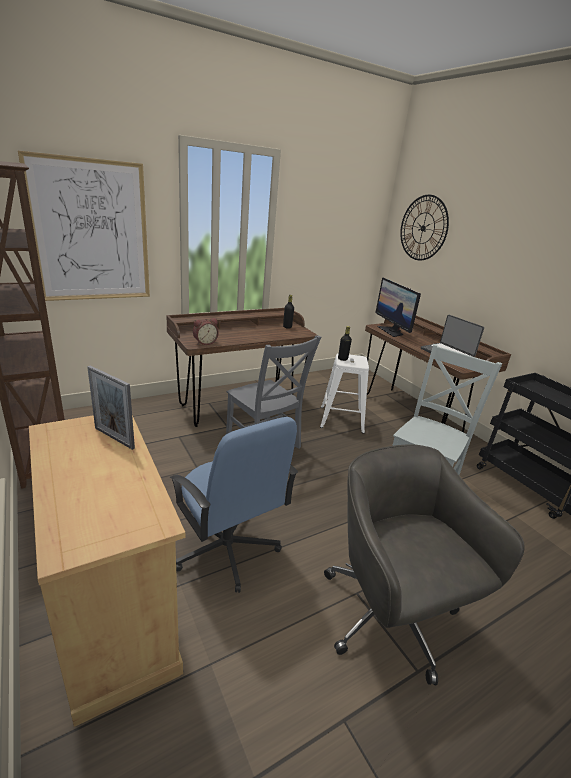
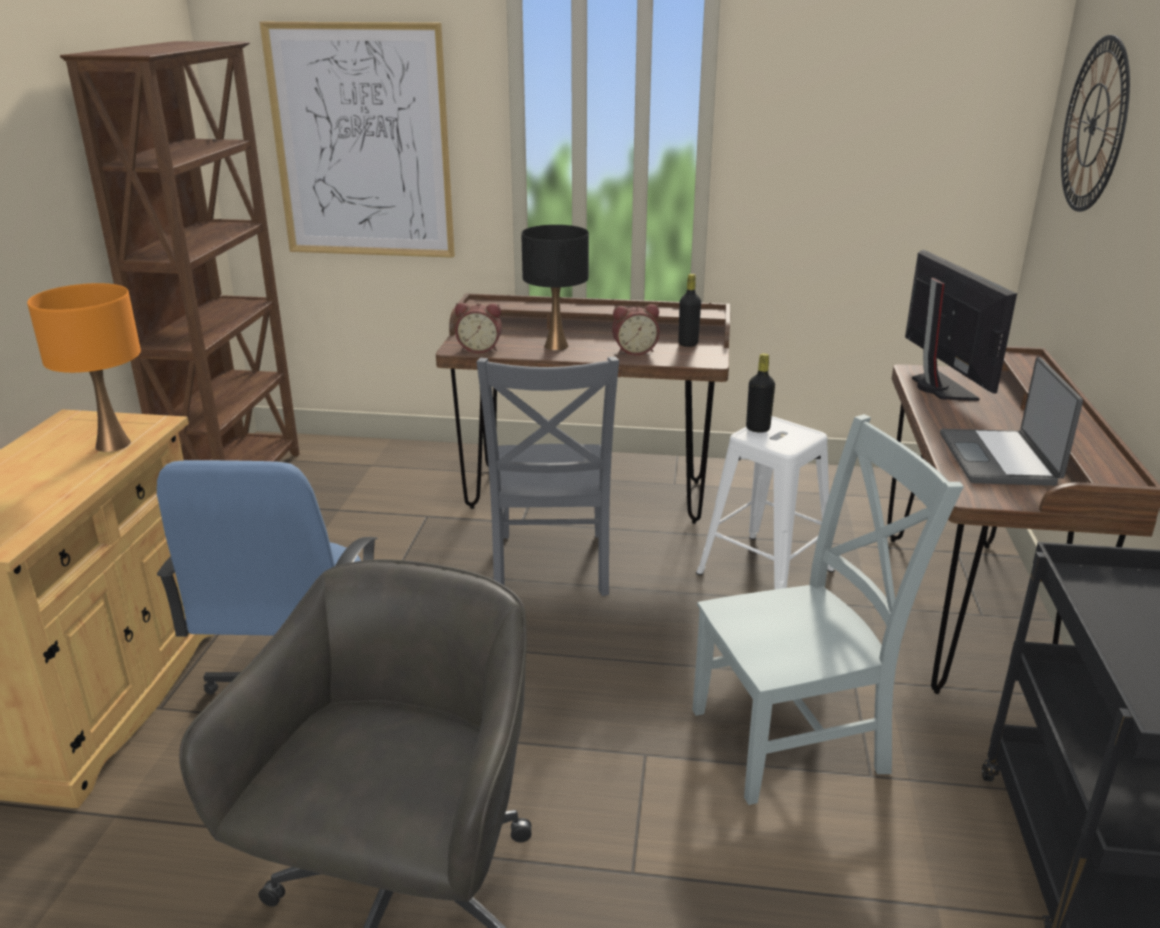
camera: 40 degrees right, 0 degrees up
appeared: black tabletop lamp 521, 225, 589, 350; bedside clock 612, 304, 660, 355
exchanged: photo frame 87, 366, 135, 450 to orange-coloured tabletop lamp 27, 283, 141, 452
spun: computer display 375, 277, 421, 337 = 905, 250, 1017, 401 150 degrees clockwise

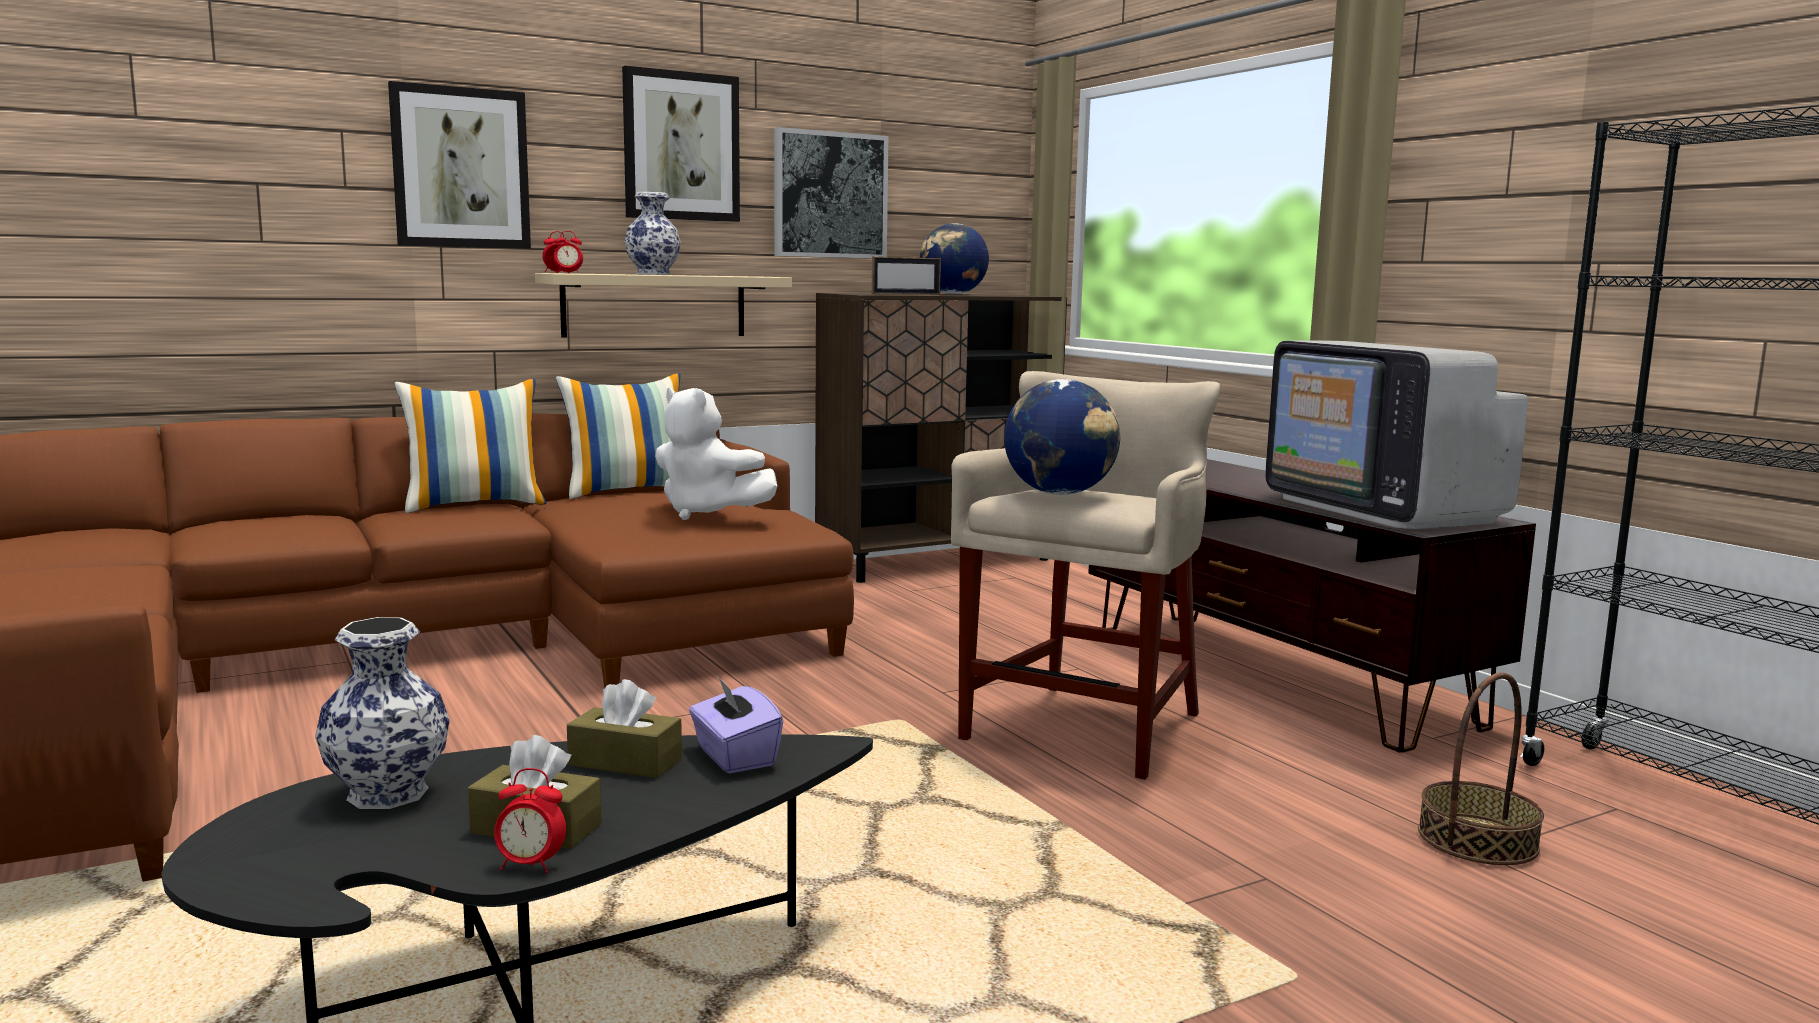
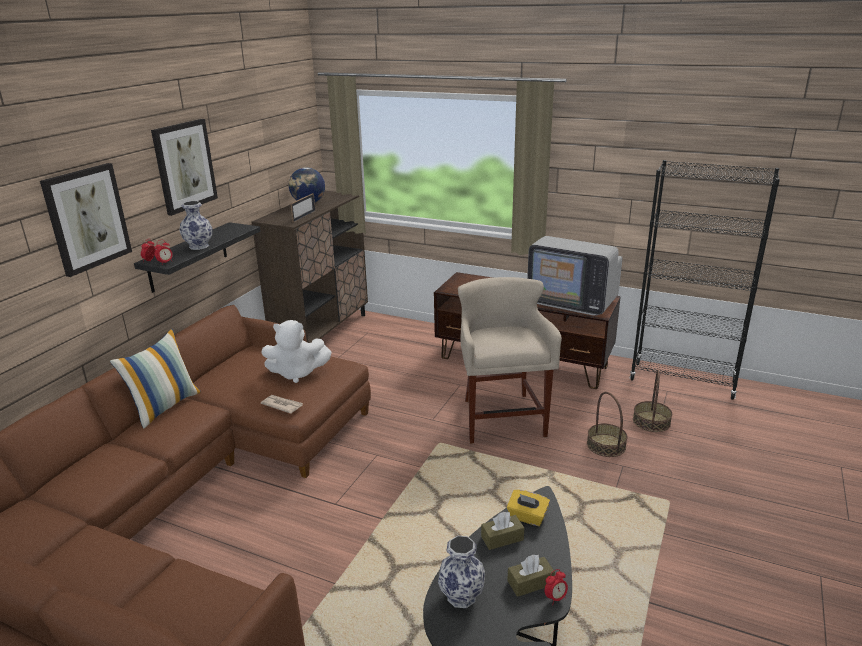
camera: 35 degrees left, 15 degrees up
missing: pillow 556, 373, 680, 499; wall picture 774, 127, 889, 258; globe 1004, 379, 1120, 495
appeared: newspaper 261, 395, 303, 414; household basket 587, 392, 628, 457
colour: beige shelf 535, 273, 792, 337 to black shelf 134, 222, 261, 293; purple tissue box 689, 676, 783, 774 to yellow-coloured tissue box 507, 490, 550, 526

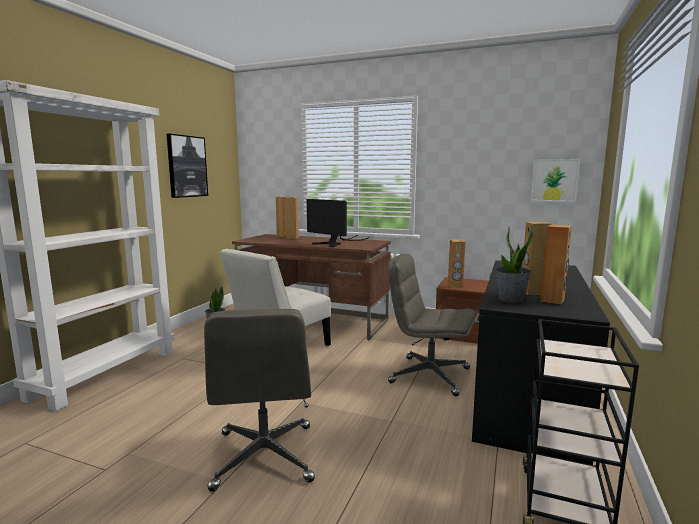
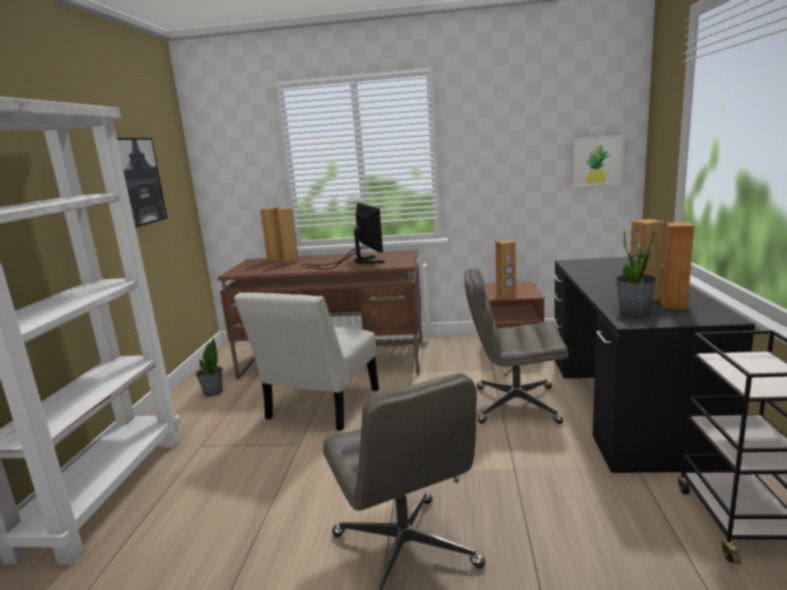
camera: 15 degrees left, 5 degrees up
spun: computer display 307, 199, 370, 247 = 301, 203, 385, 269 135 degrees counterclockwise

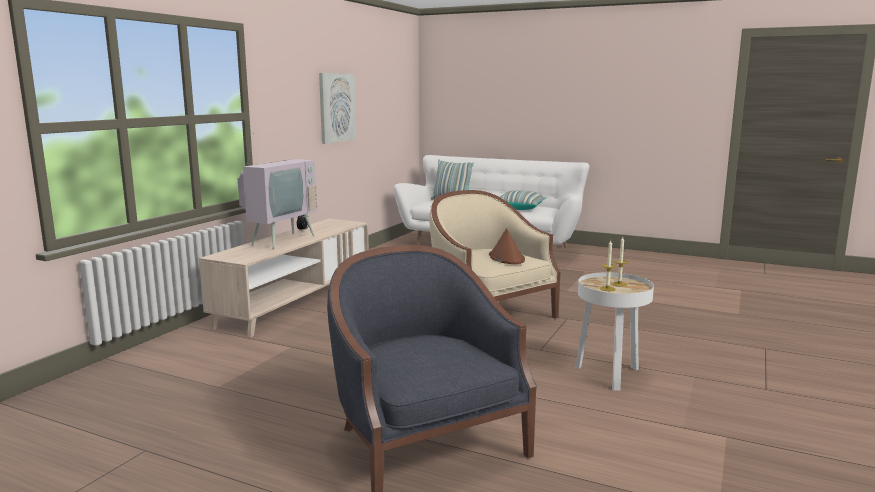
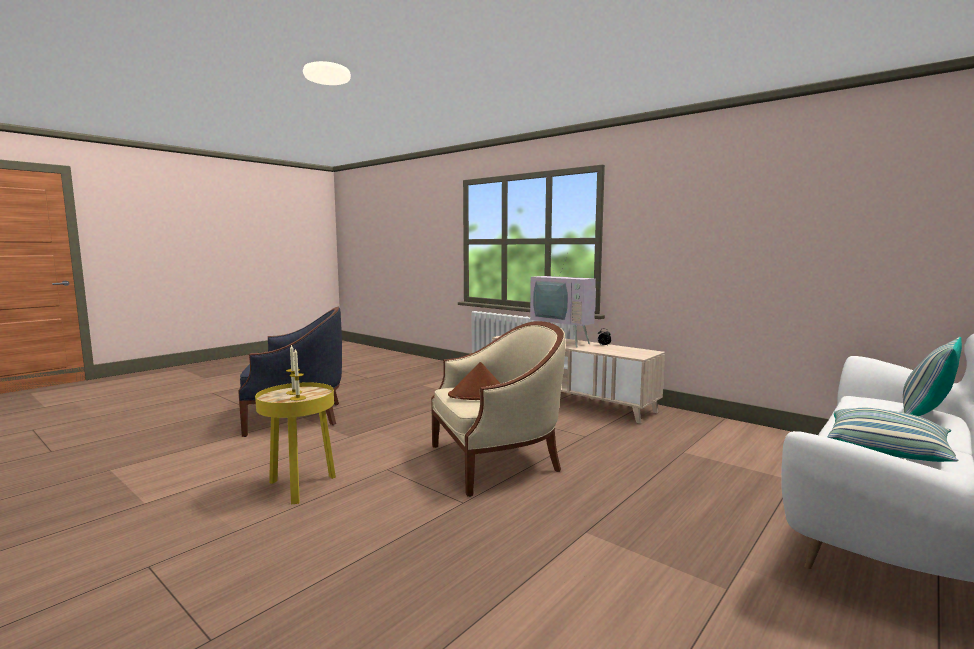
camera: 105 degrees right, 5 degrees down
missing: wall picture 319, 73, 356, 144
colour: white side table 575, 272, 654, 391 to yellow-coloured side table 255, 382, 336, 504

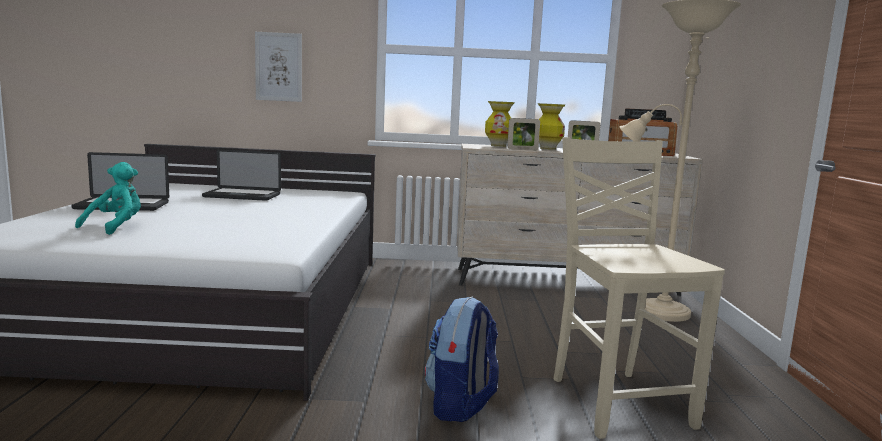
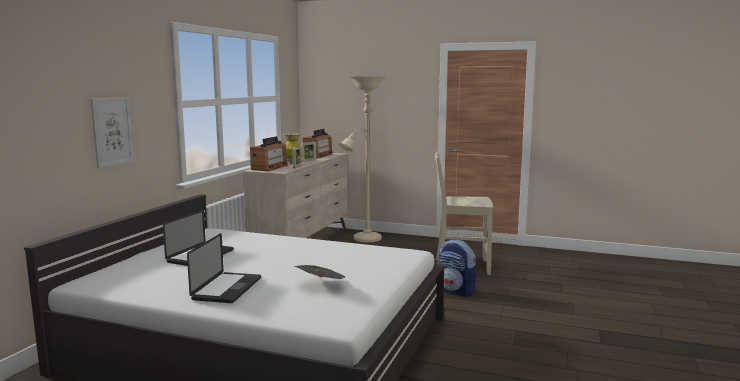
camera: 70 degrees left, 0 degrees up
exchanged: decorative vase 485, 101, 515, 147 to radio receiver 250, 136, 288, 171; blue-green plush toy 75, 162, 141, 235 to newspaper 294, 265, 345, 279

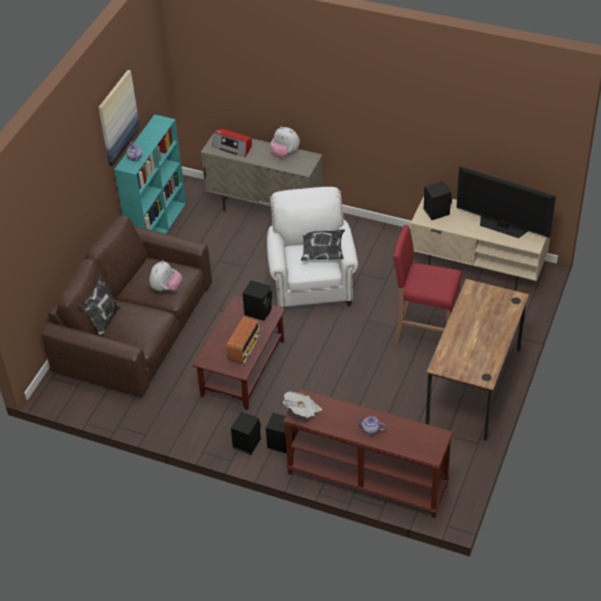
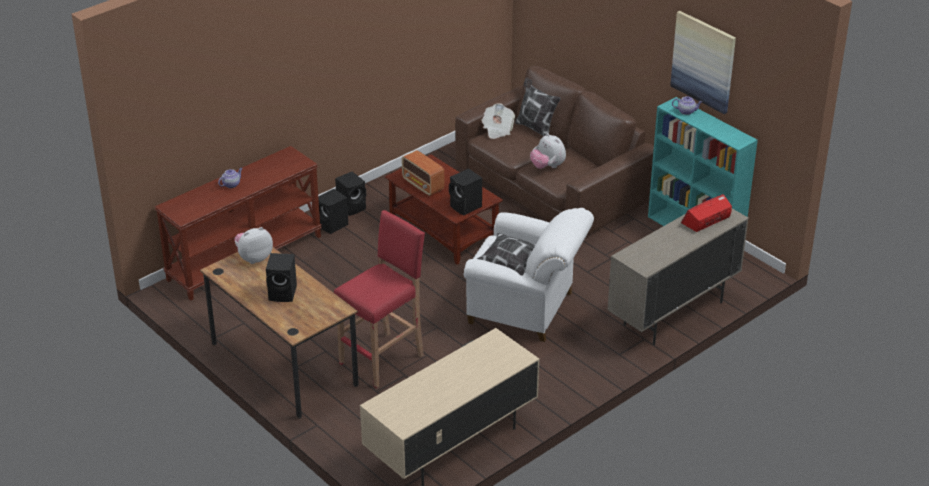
camera: 115 degrees right, 10 degrees down
missing: television 456, 166, 556, 238
relocated: plush toy 270, 127, 300, 158 to 234, 227, 273, 264; black loudspeaker 424, 181, 452, 220 to 266, 253, 297, 302; newspaper 283, 391, 322, 418 to 481, 103, 515, 139

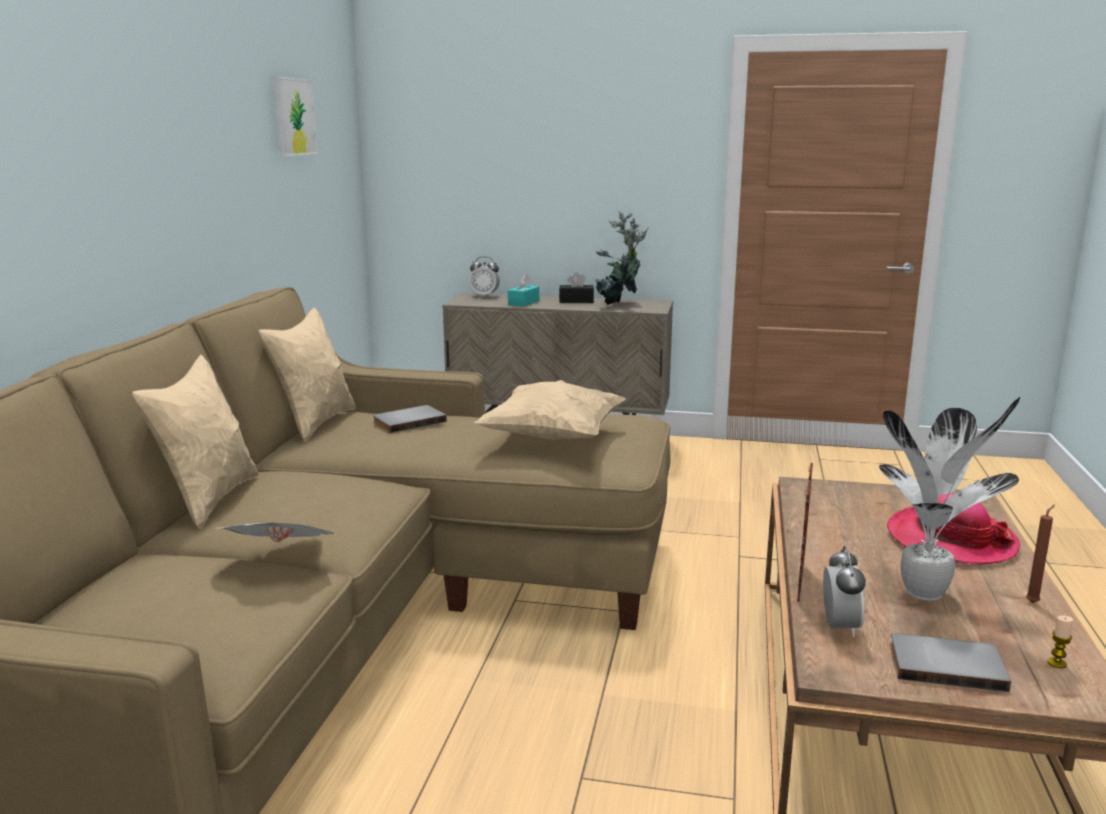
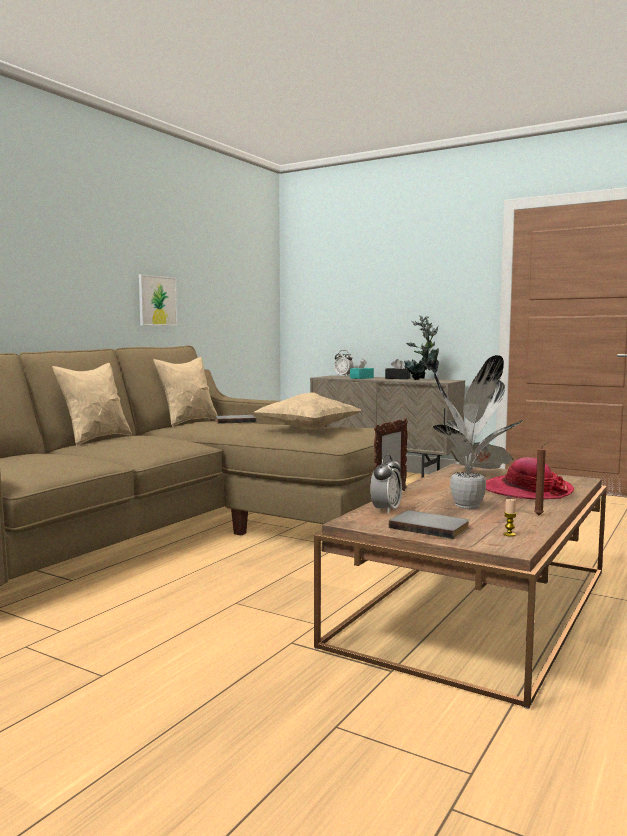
camera: 20 degrees right, 10 degrees down
relocated: wall picture 273, 76, 318, 157 to 139, 274, 178, 326; newspaper 216, 523, 335, 542 to 448, 442, 514, 469

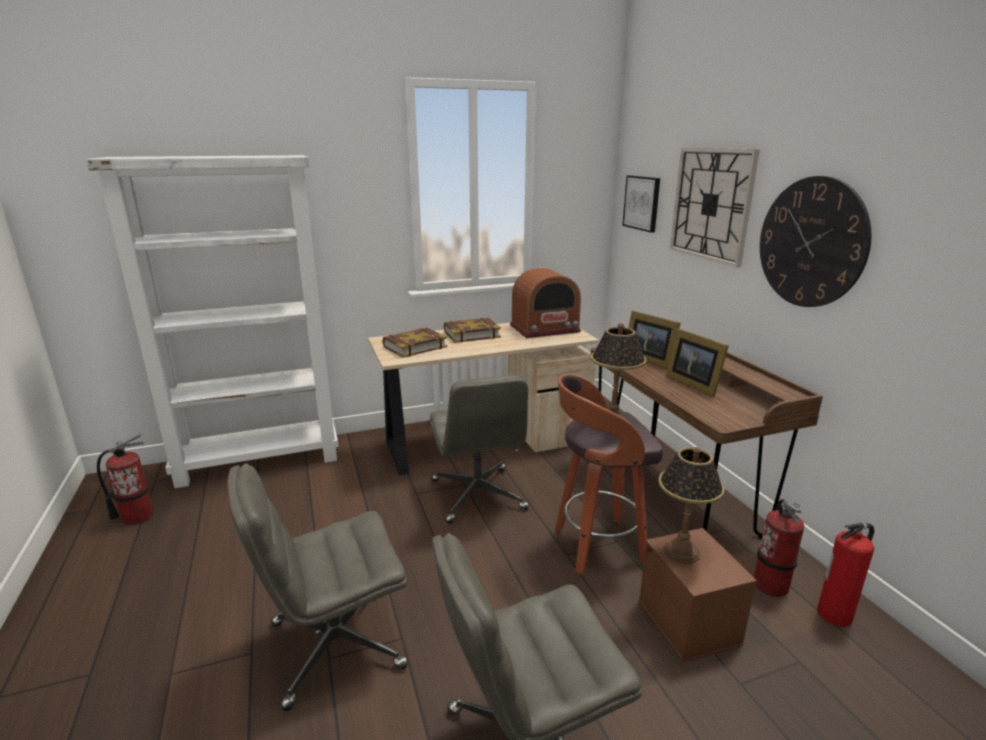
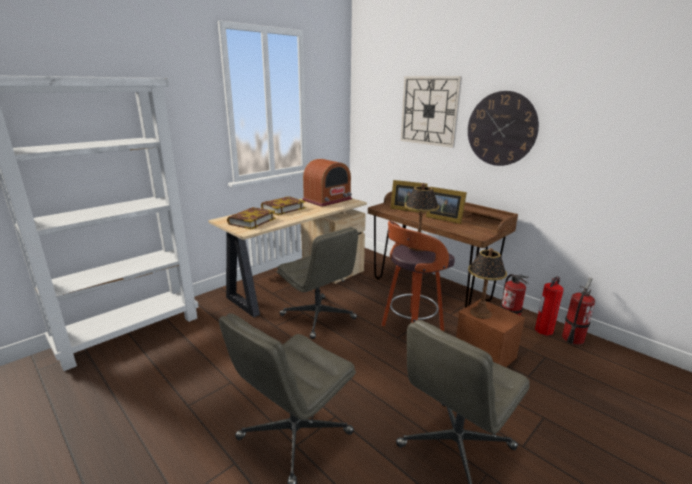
camera: 25 degrees left, 0 degrees up
missing: wall picture 622, 175, 660, 233
relocated: extinguisher 97, 434, 154, 525 to 562, 278, 595, 345

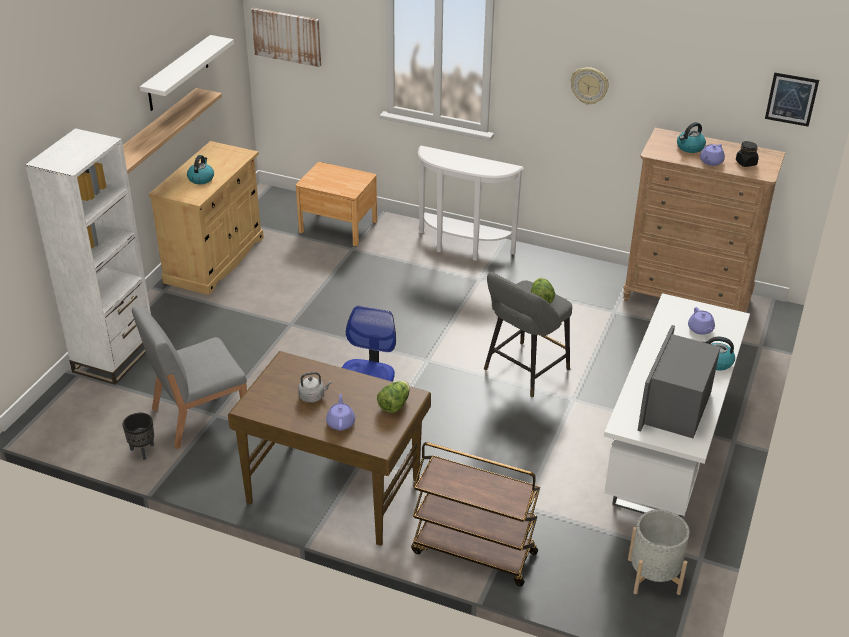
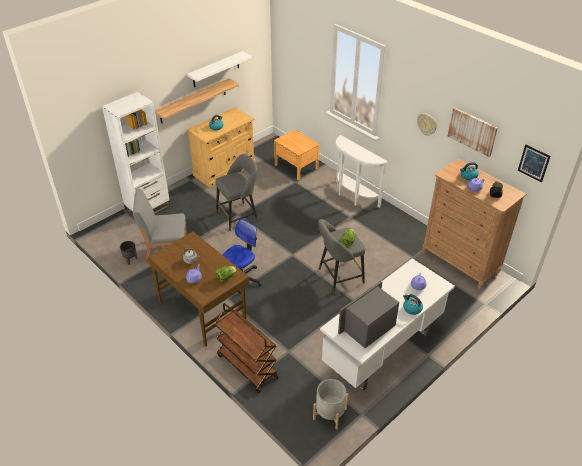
camera: 25 degrees right, 5 degrees up
appeared: grey sitting stool 216, 154, 258, 231
relocated: wall picture 251, 8, 321, 67 to 447, 107, 498, 157

